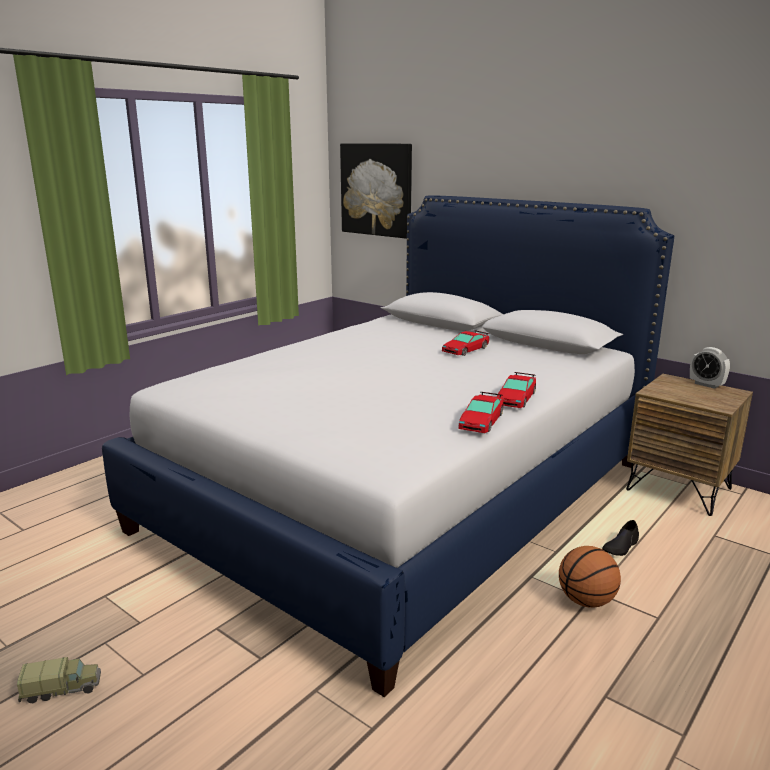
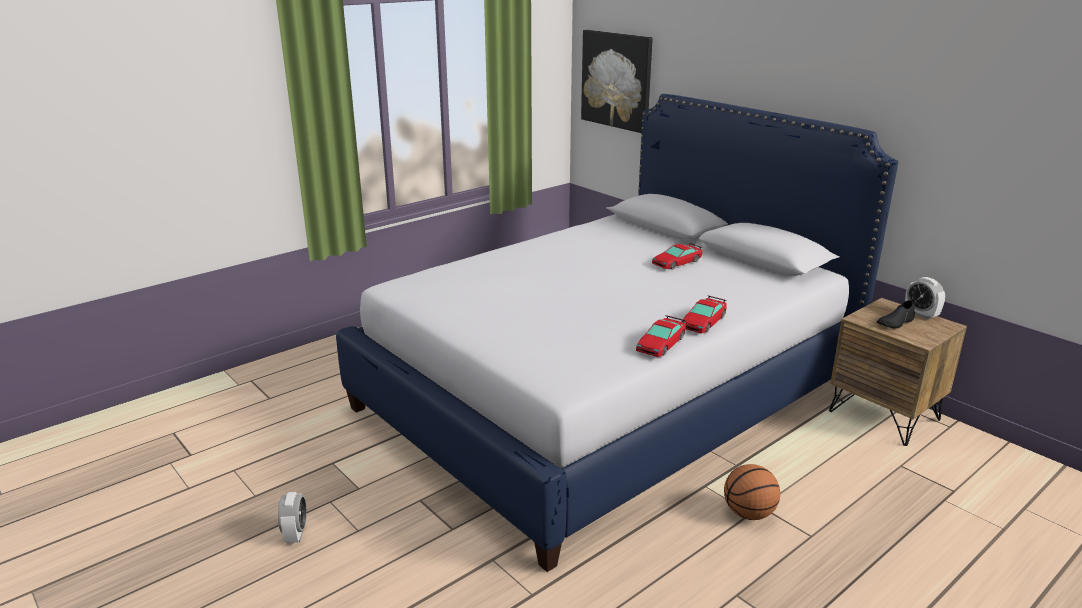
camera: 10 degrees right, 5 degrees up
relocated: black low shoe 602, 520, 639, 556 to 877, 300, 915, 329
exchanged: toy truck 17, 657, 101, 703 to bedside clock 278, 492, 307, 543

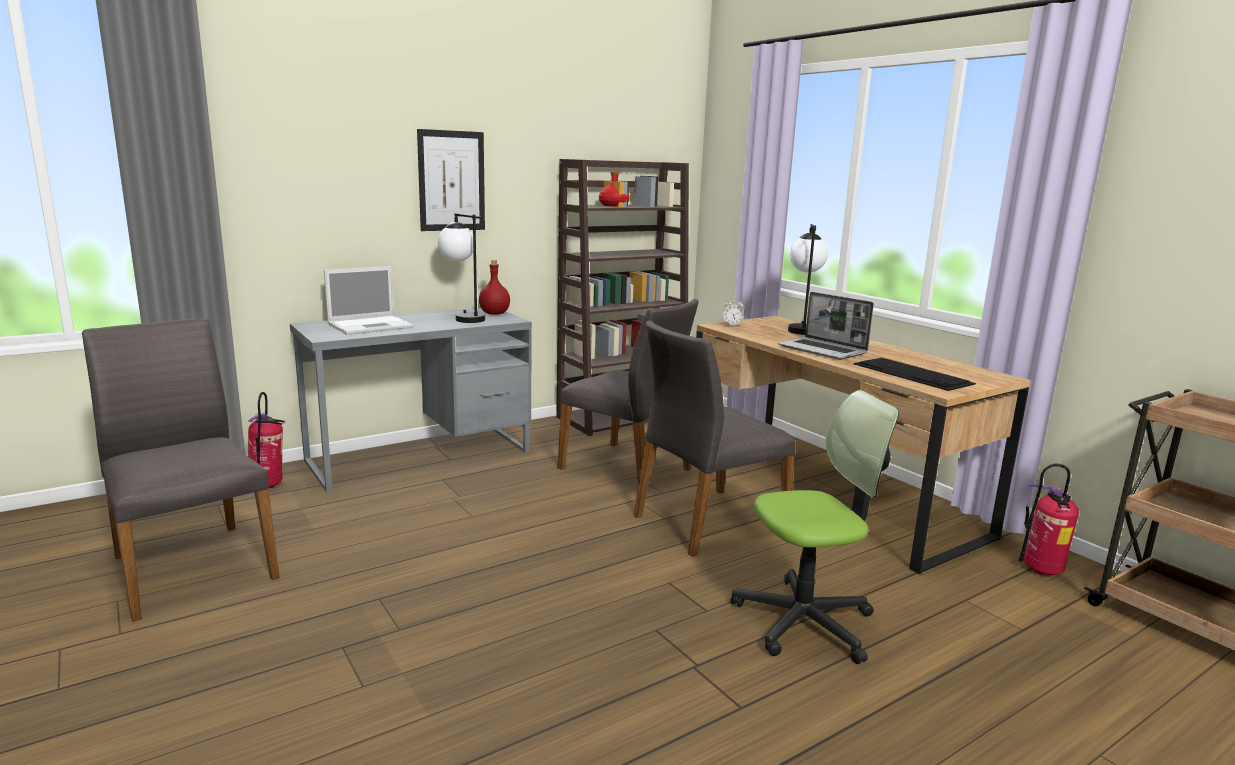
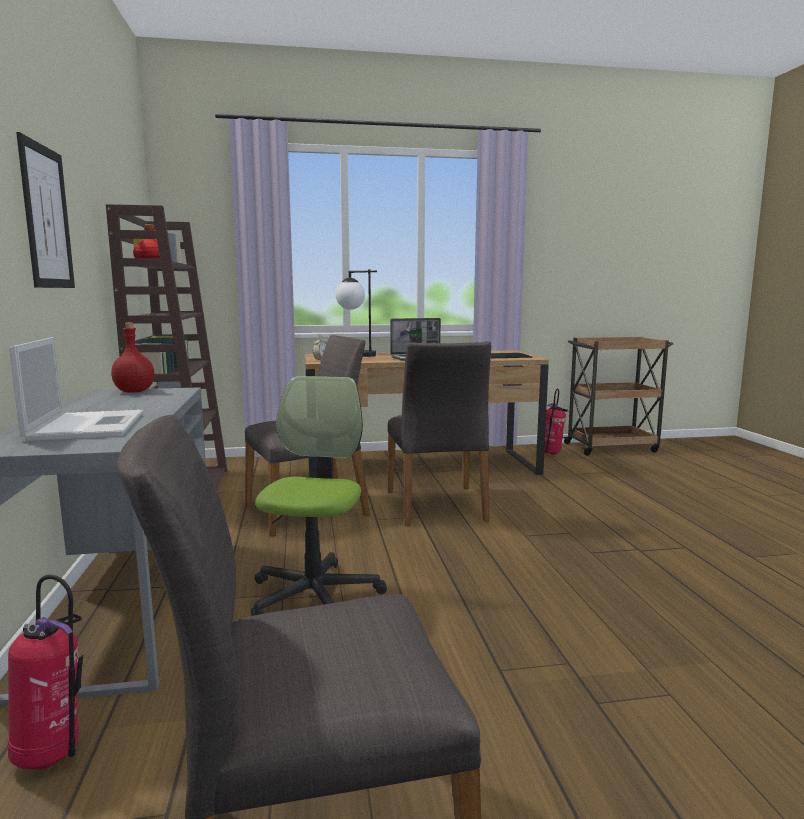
camera: 65 degrees left, 5 degrees down
missing: tabletop lamp 438, 213, 485, 323
relocated: office chair 730, 390, 899, 664 to 251, 376, 387, 616

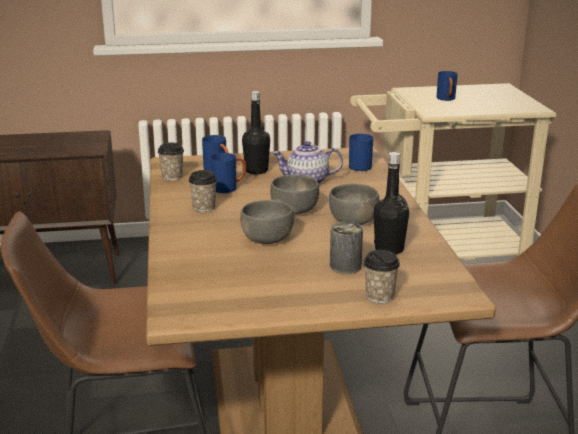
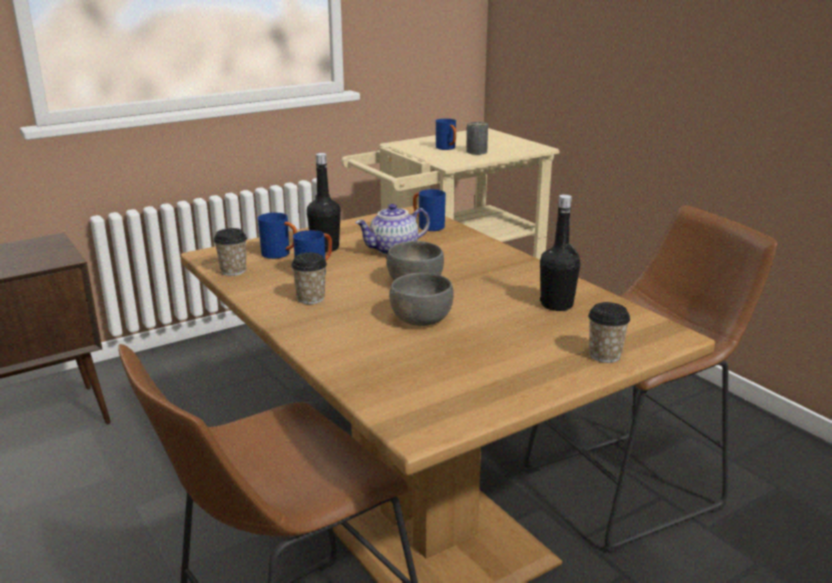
camera: 25 degrees left, 0 degrees up
missing: grey deep dish 329, 184, 380, 225
relocated: metal can 330, 222, 363, 274 to 466, 122, 488, 155

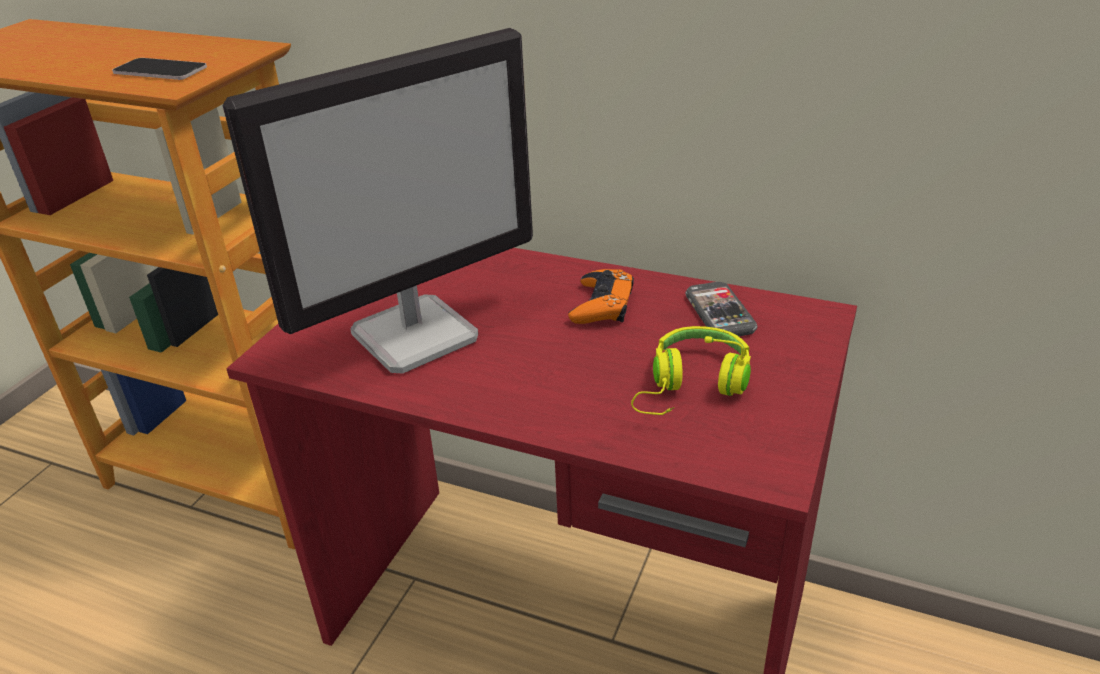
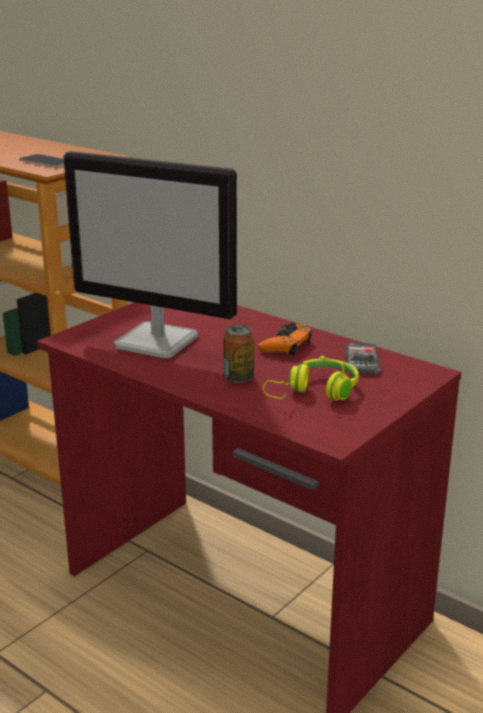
camera: 15 degrees right, 10 degrees down
appeared: metal can 223, 325, 254, 383
spun: computer display 222, 28, 533, 374 = 63, 151, 237, 358 45 degrees clockwise

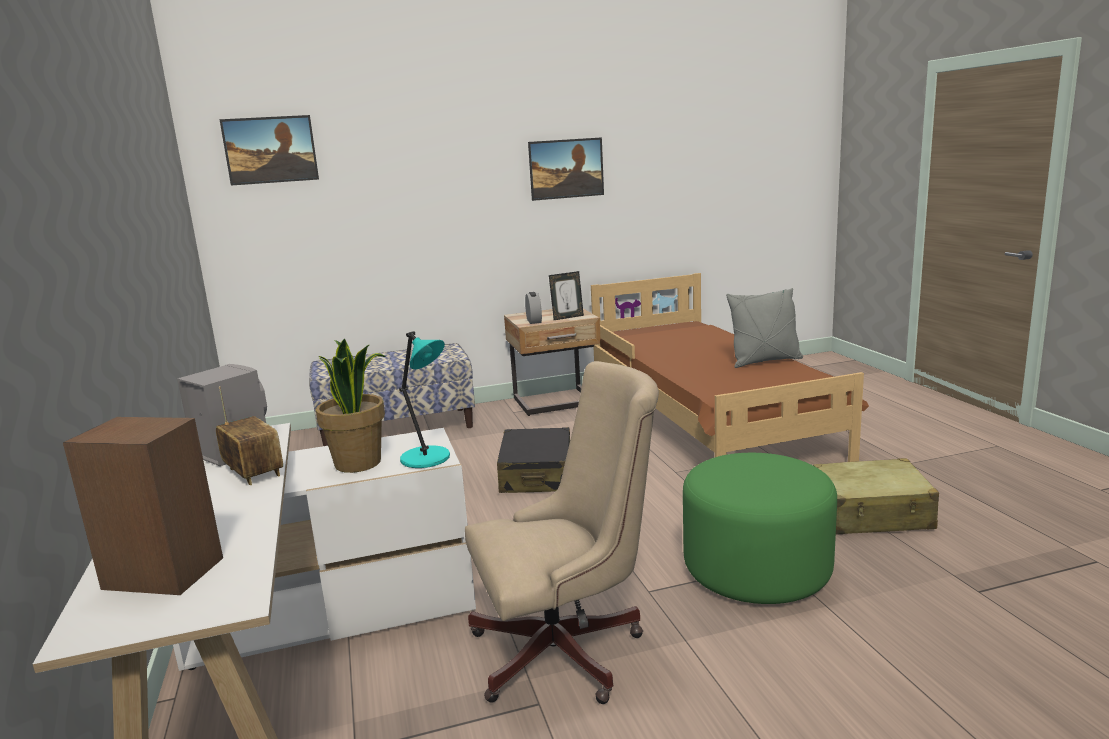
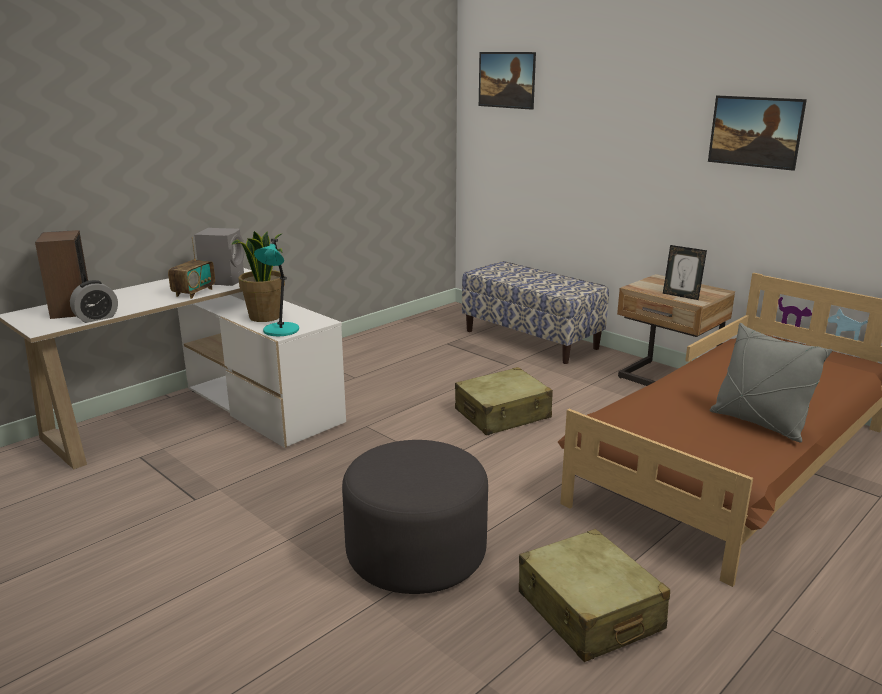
camera: 60 degrees right, 5 degrees up
missing: beige office chair 465, 361, 659, 704
relocated: bedside clock 525, 292, 542, 324 to 70, 280, 118, 323
colour: green pouffe 683, 453, 837, 604 to grey pouffe 342, 440, 488, 594; black travel case 497, 427, 570, 493 to beige travel case 455, 367, 553, 436

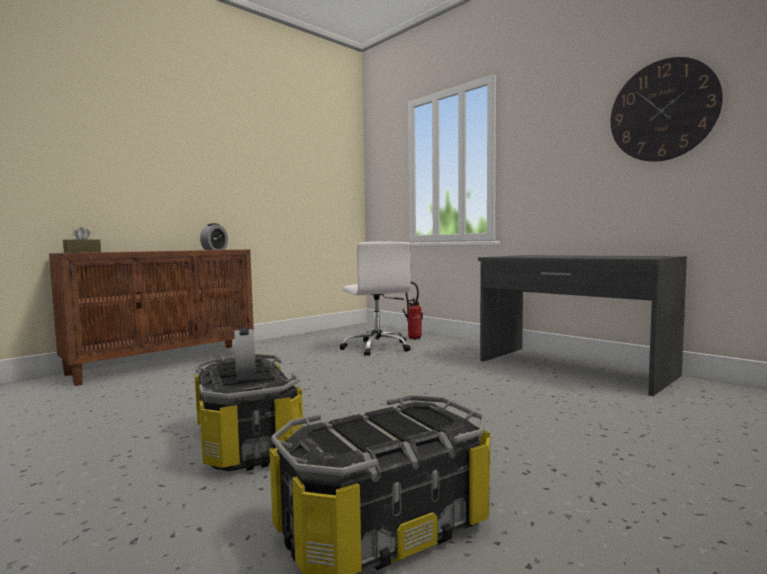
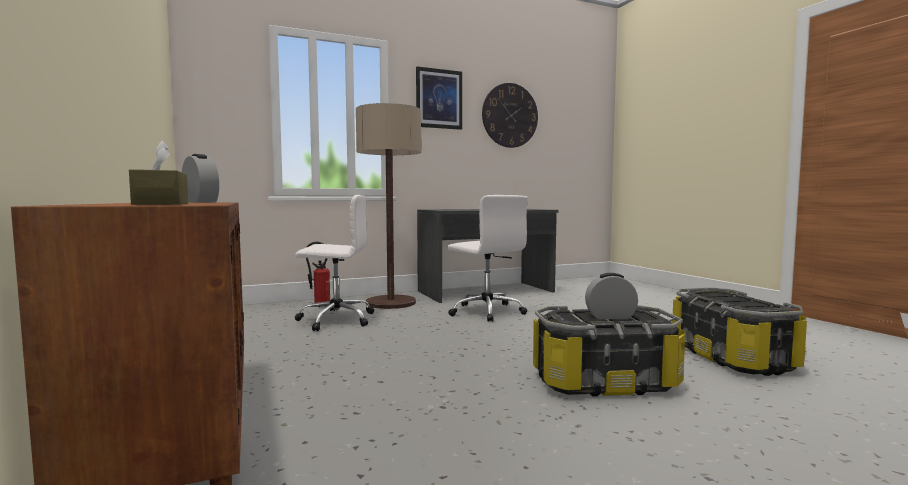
camera: 70 degrees left, 0 degrees up
appeared: standing lamp 356, 103, 421, 309; wall picture 416, 66, 462, 130; white office chair 447, 195, 528, 322

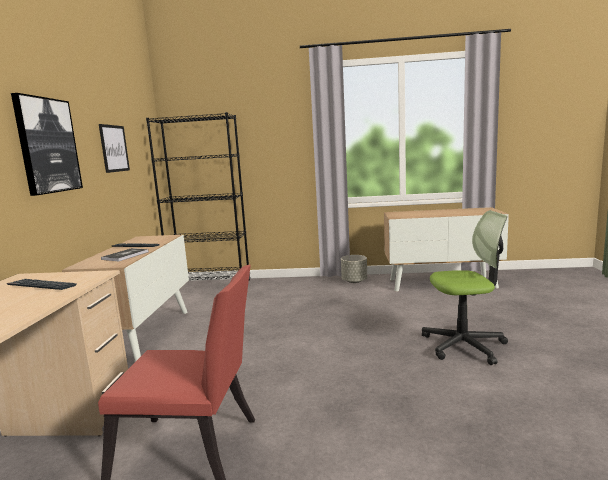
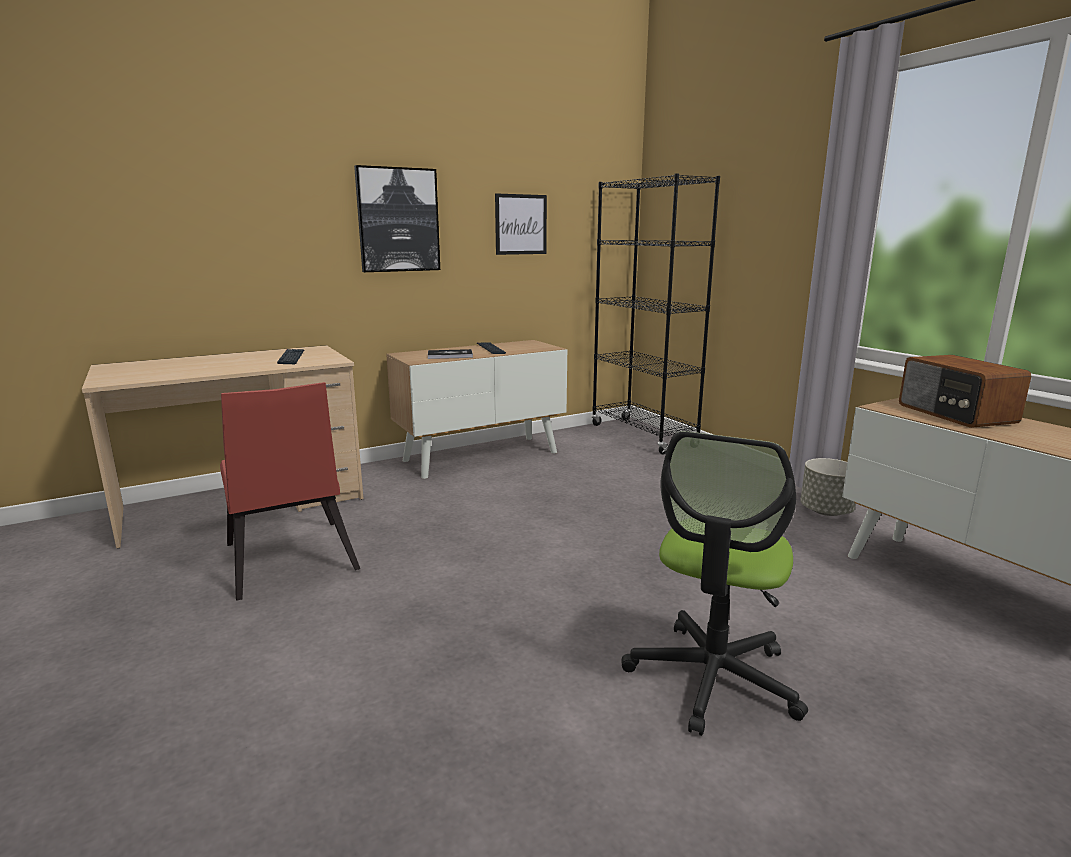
camera: 55 degrees right, 5 degrees up
appeared: radio receiver 899, 355, 1031, 428
spun: office chair 422, 210, 508, 365 = 622, 431, 808, 736 60 degrees clockwise

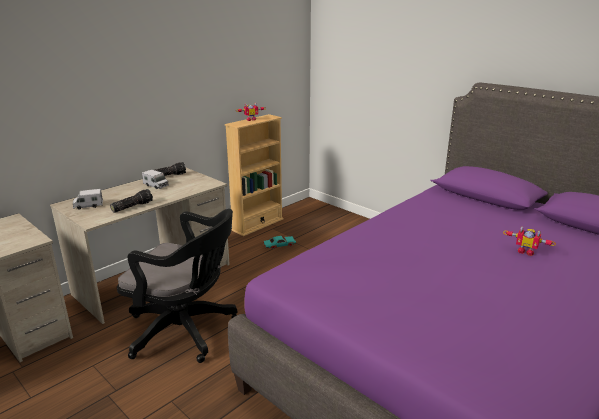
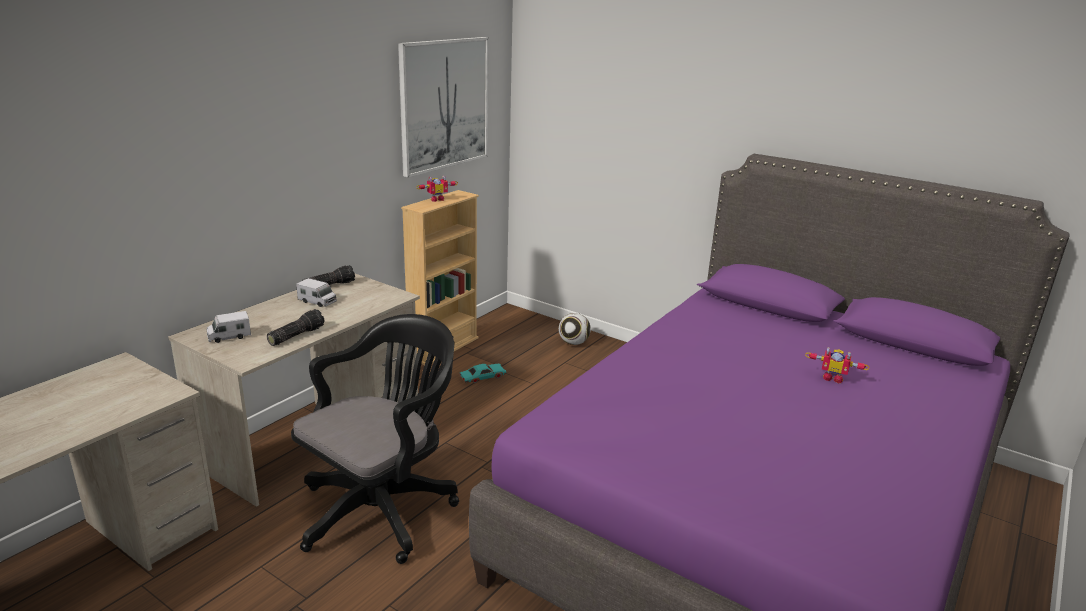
camera: 10 degrees left, 0 degrees up
appeared: wall picture 398, 37, 489, 178; football ball 559, 313, 591, 345
spun: black office chair 117, 209, 238, 363 = 291, 314, 459, 564 60 degrees counterclockwise

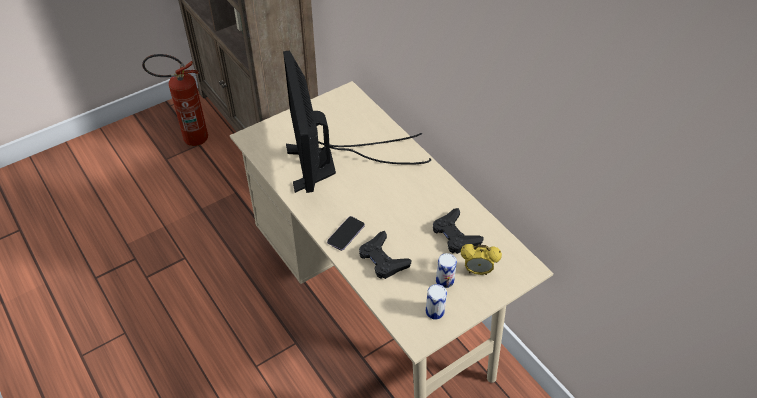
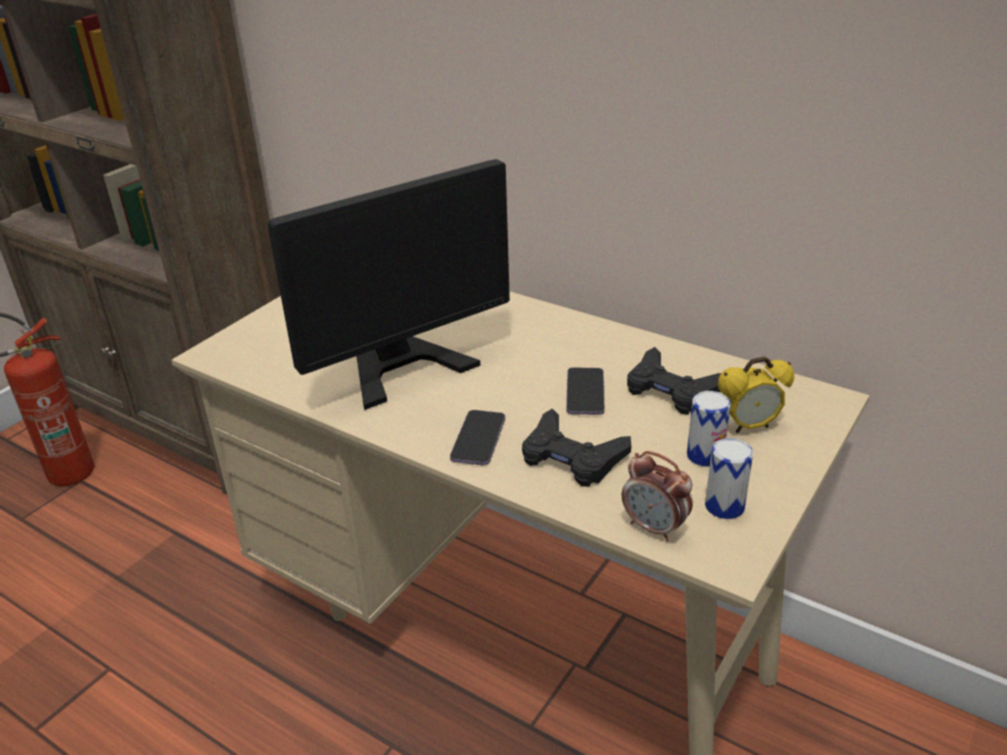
camera: 20 degrees left, 15 degrees down
appeared: telephone 566, 368, 605, 415; bedside clock 622, 451, 693, 542
spun: computer display 283, 51, 431, 193 = 268, 159, 510, 410 90 degrees counterclockwise

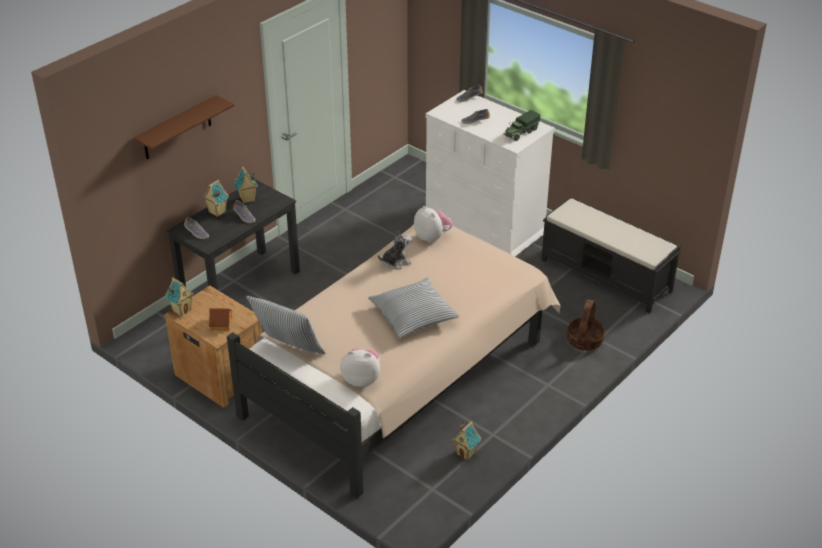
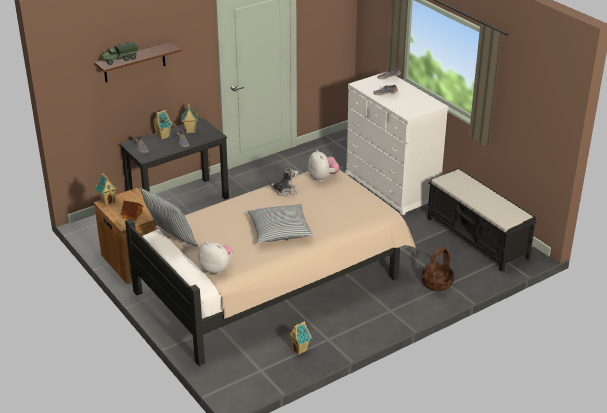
camera: 15 degrees right, 5 degrees down
relocated: toy truck 503, 110, 540, 141 to 100, 42, 138, 65

